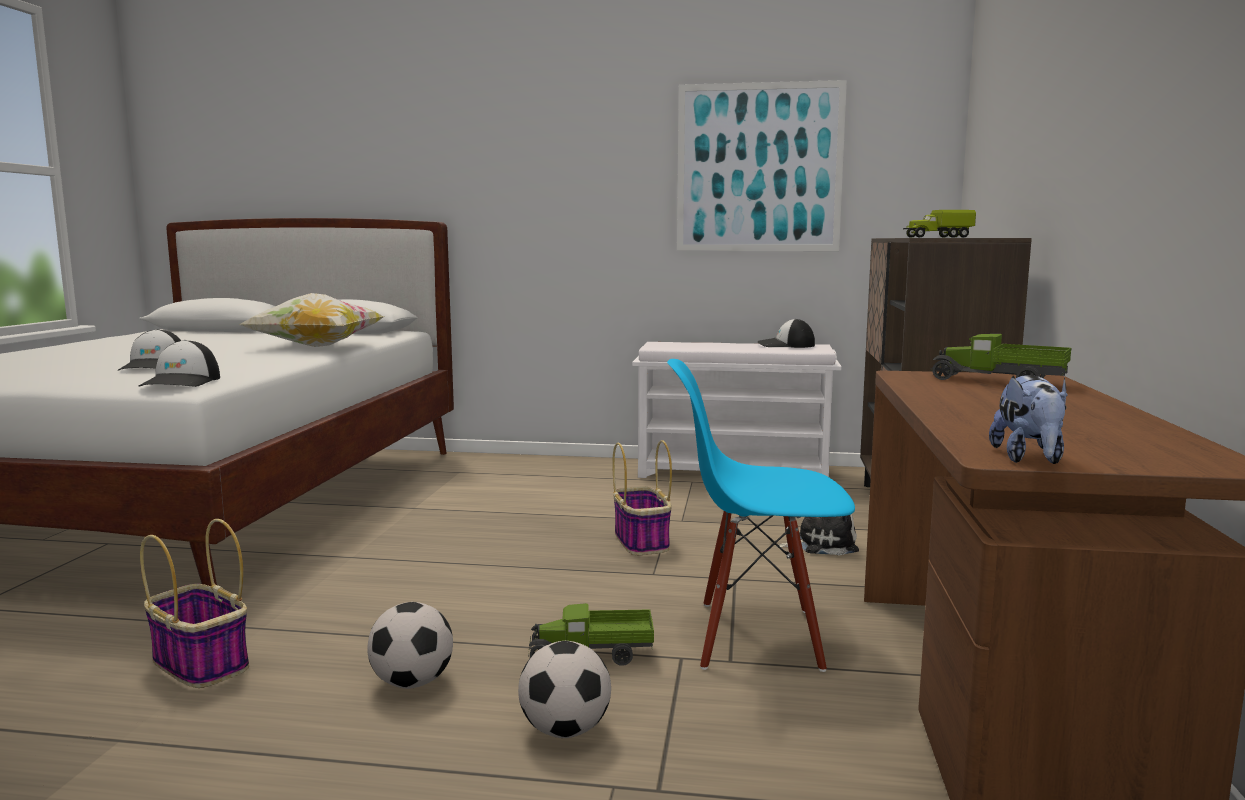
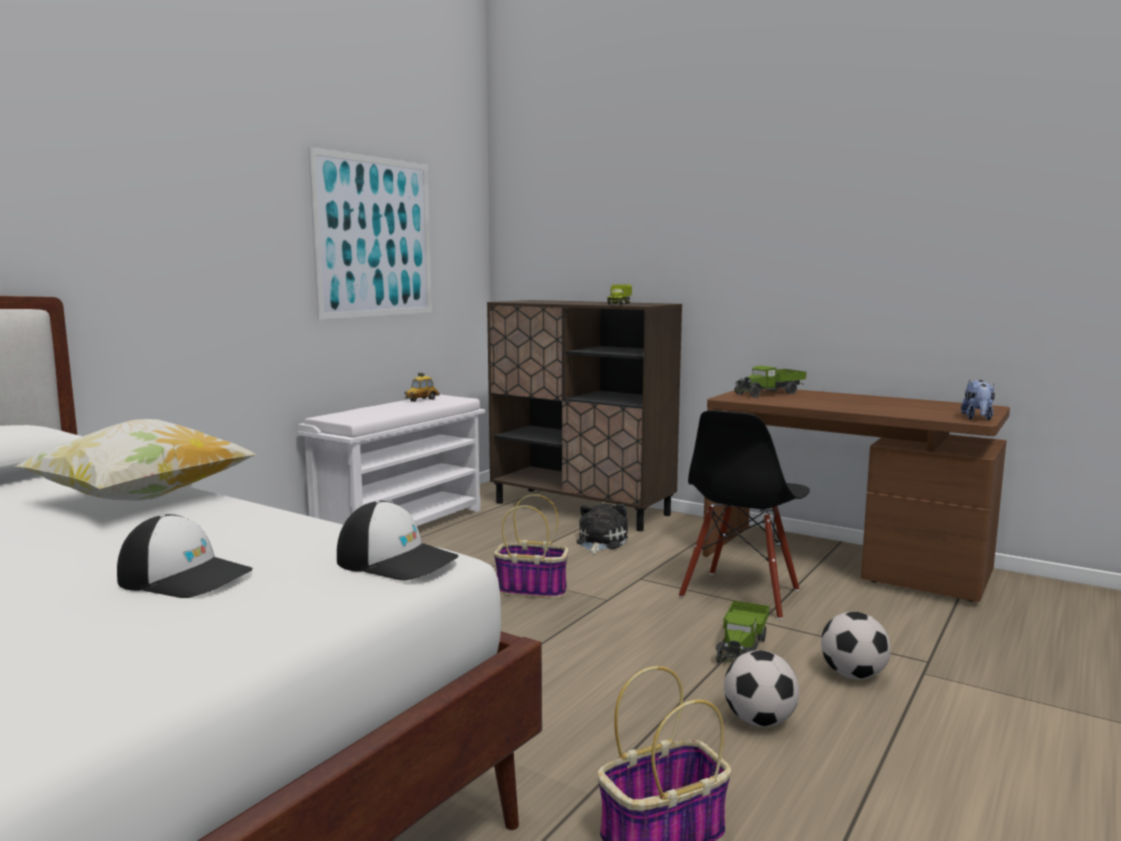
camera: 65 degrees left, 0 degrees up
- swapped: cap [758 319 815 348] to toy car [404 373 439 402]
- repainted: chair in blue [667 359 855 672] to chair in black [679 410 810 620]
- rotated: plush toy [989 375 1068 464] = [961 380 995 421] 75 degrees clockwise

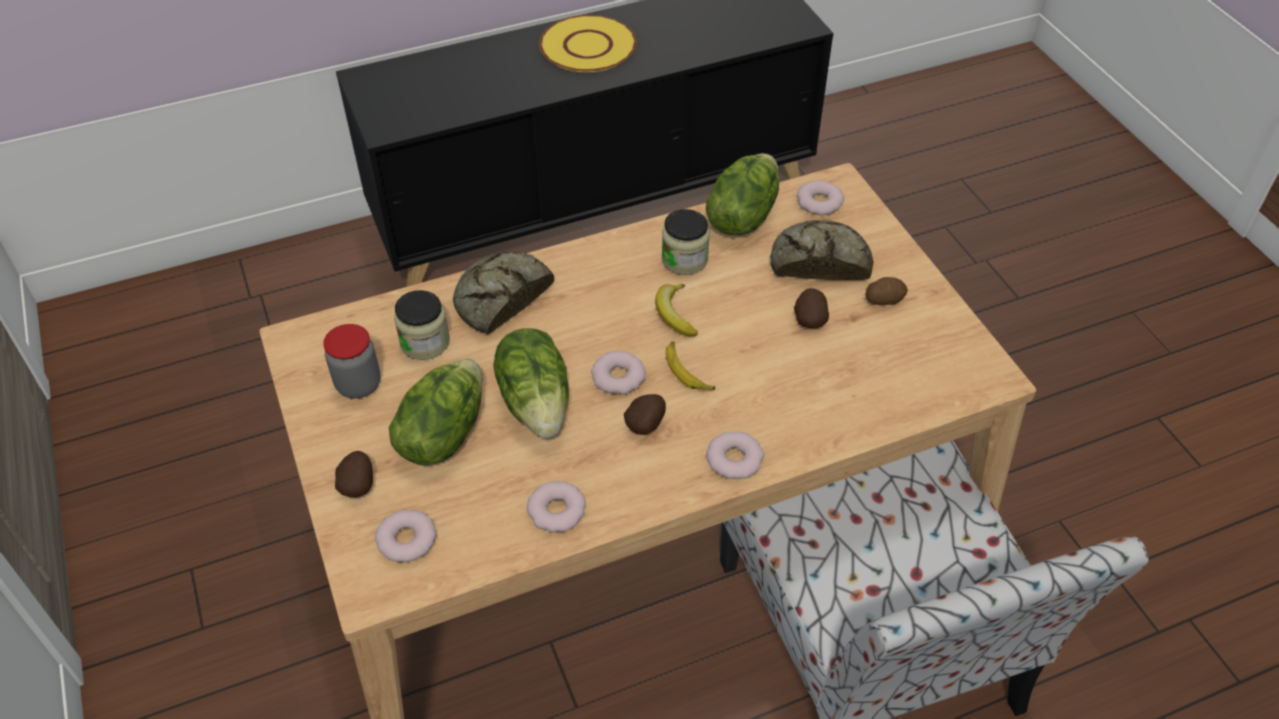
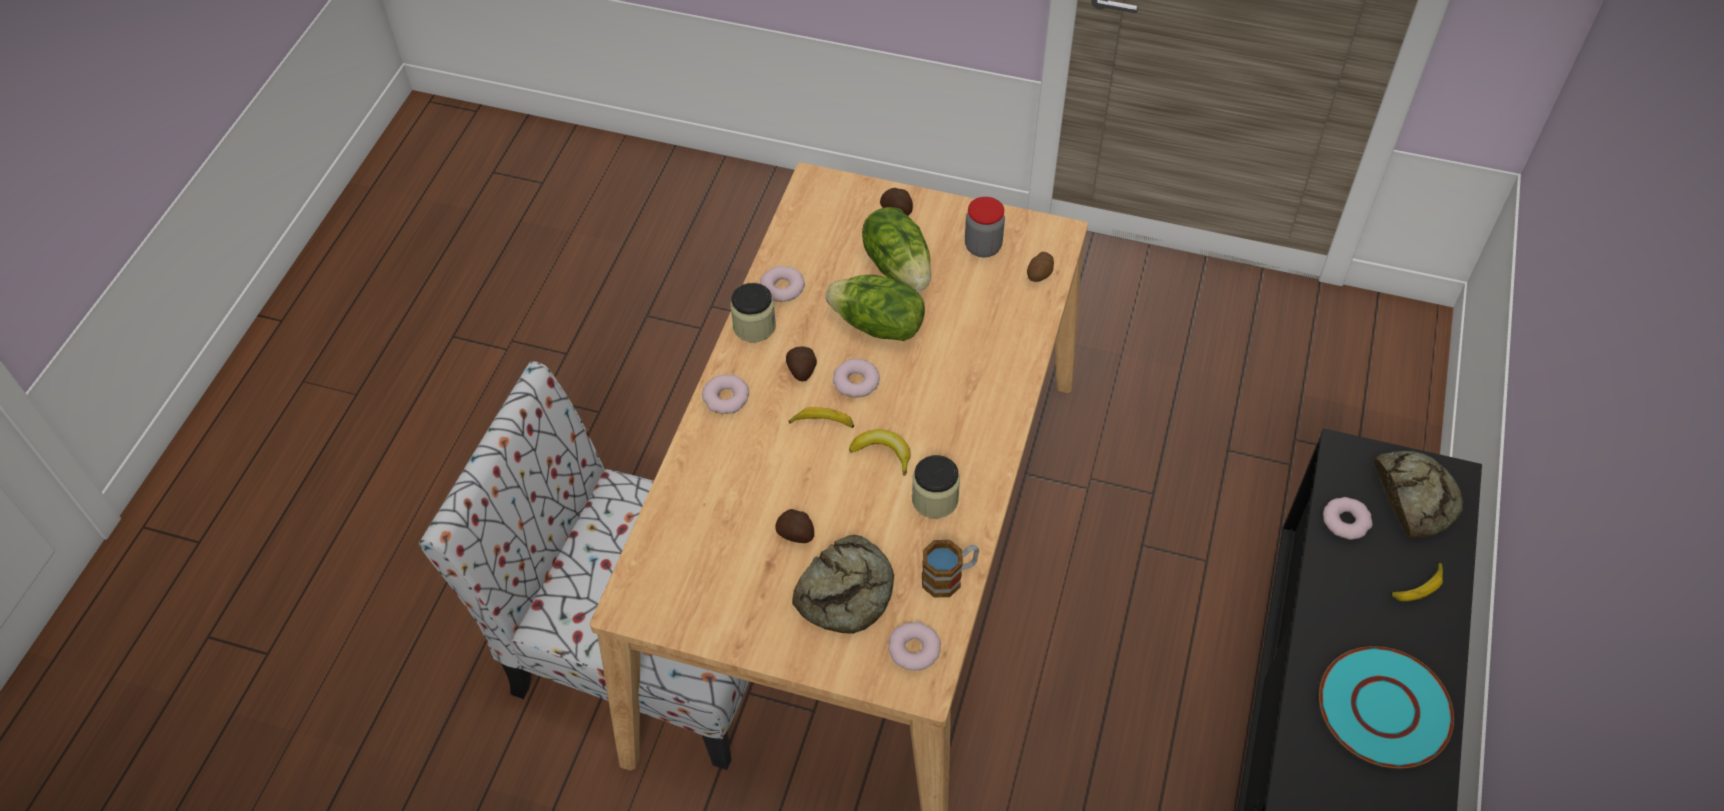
camera: 130 degrees right, 5 degrees up
- repainted: plate in yellow [539 15 637 73] to plate in turquoise [1319 646 1454 768]
- swapped: lettuce [706 153 779 236] to mug [922 540 979 597]
- shifted: bread [453 252 554 334] to [1374 451 1463 538]
- shifted: potato [865 277 908 305] to [1027 252 1054 282]
- shifted: jar [394 290 450 360] to [731 283 776 342]
- shifted: donut [375 510 436 562] to [1323 497 1373 540]
- new: banana [1391 562 1443 601]

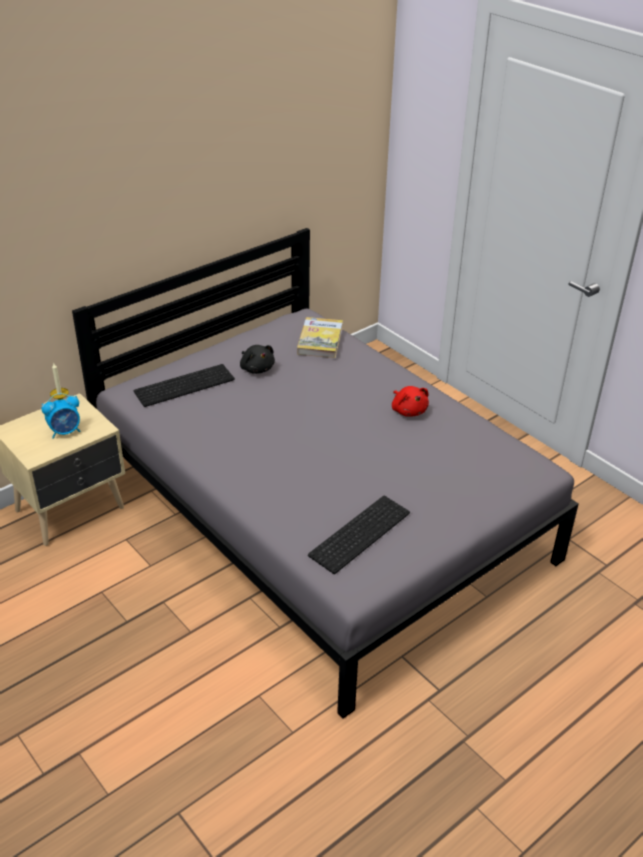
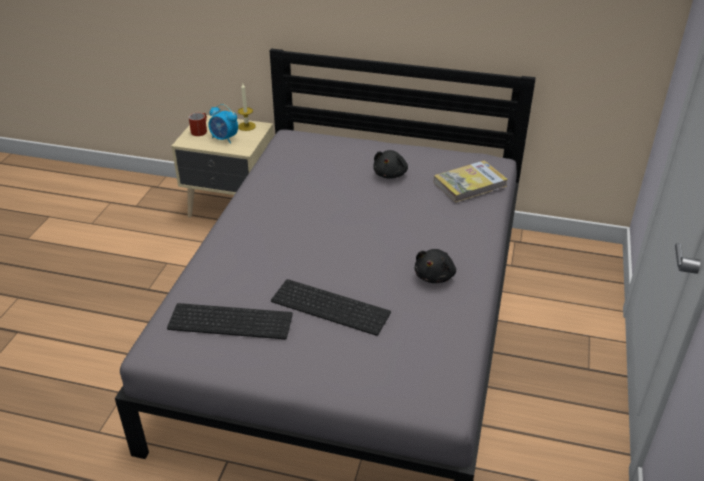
camera: 55 degrees right, 0 degrees up
- shifted: keyboard [133 364 235 407] to [271 279 391 336]
- repainted: plush toy in red [392 386 429 417] to plush toy in black [414 249 456 283]
- new: mug in red [189 113 207 136]

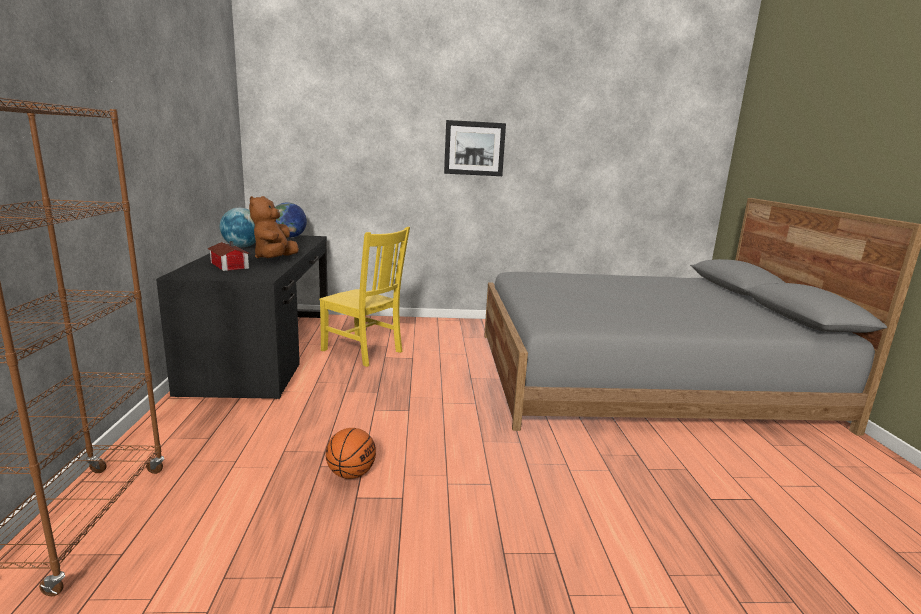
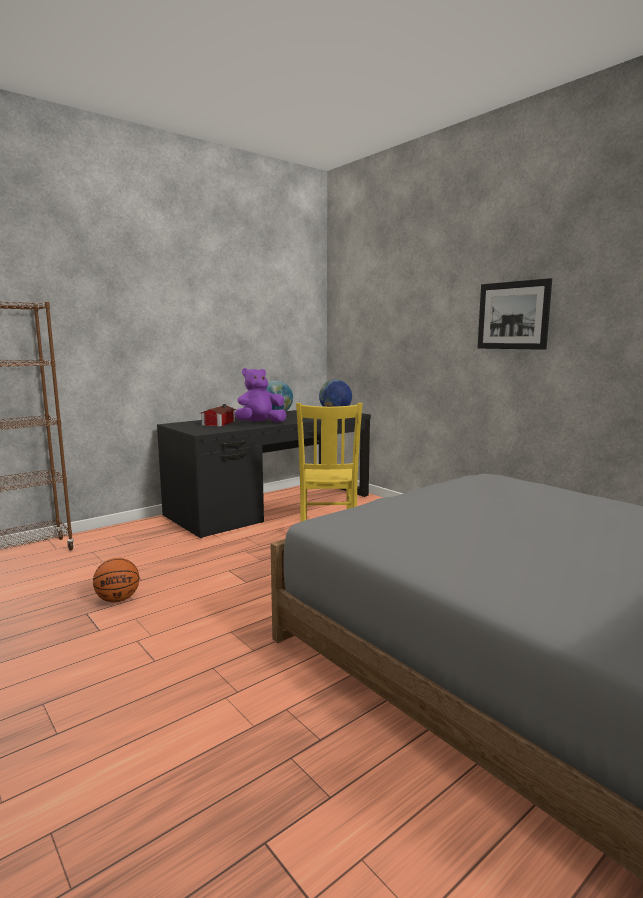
camera: 55 degrees right, 5 degrees down
- repainted: plush toy in brown [249 196 299 258] to plush toy in purple [235 368 286 423]

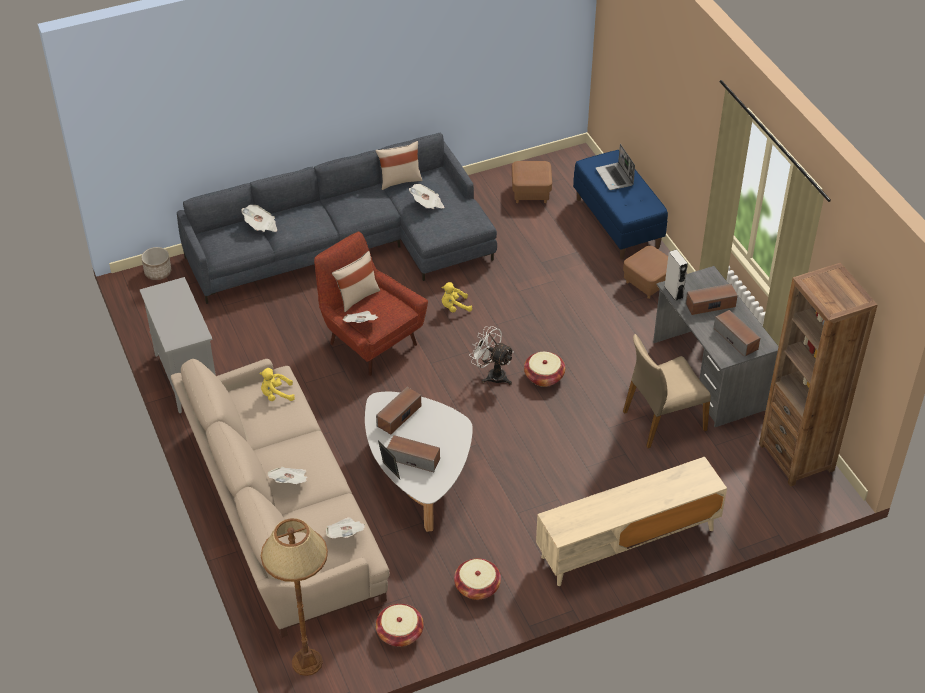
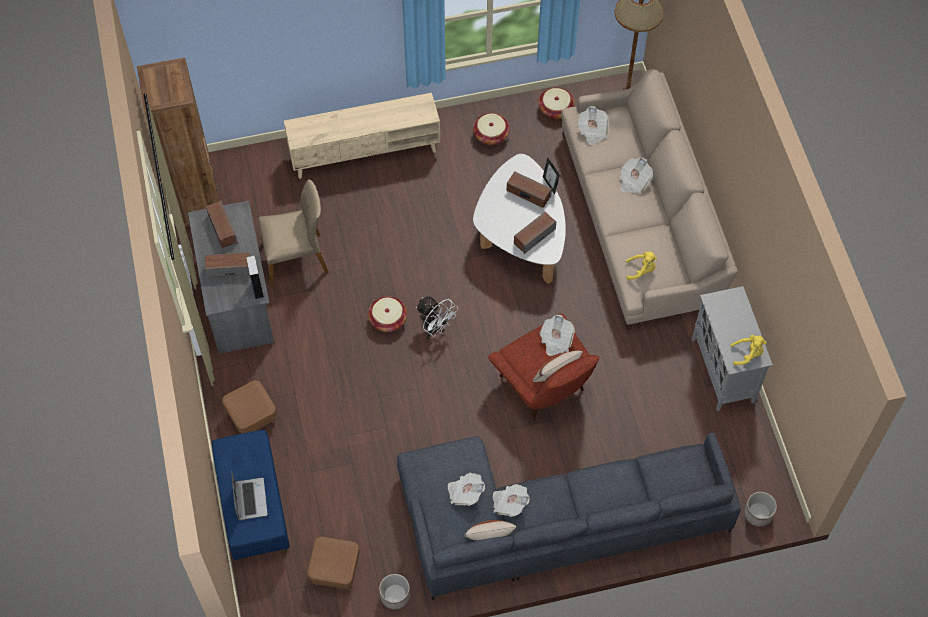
camera: 170 degrees left, 15 degrees up
- shifted: newspaper [241 205 277 232] to [493 484 530 517]
- shifted: plush toy in yellow [441 282 472 312] to [730 335 767 366]
- new: planter [379 574 410 610]

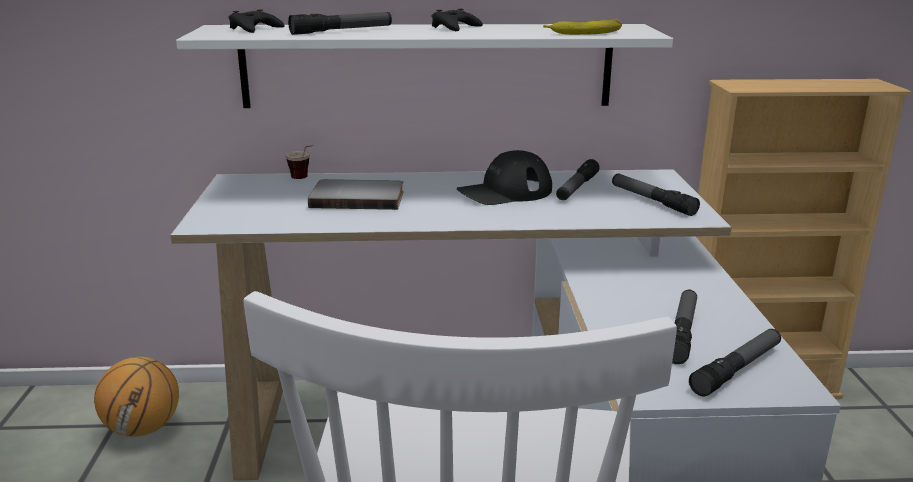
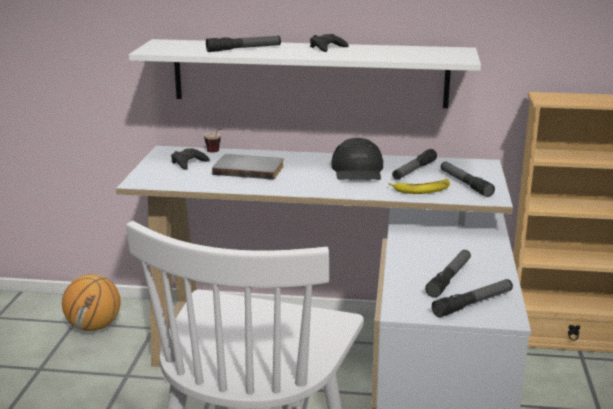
camera: 10 degrees right, 0 degrees up
- shifted: game controller in black [228 10 285 33] to [171 148 210 170]
- shifted: banana [543 19 622 35] to [389 179 450 194]
- rotated: cap in black [457 150 552 205] = [332 138 384 180] 75 degrees counterclockwise

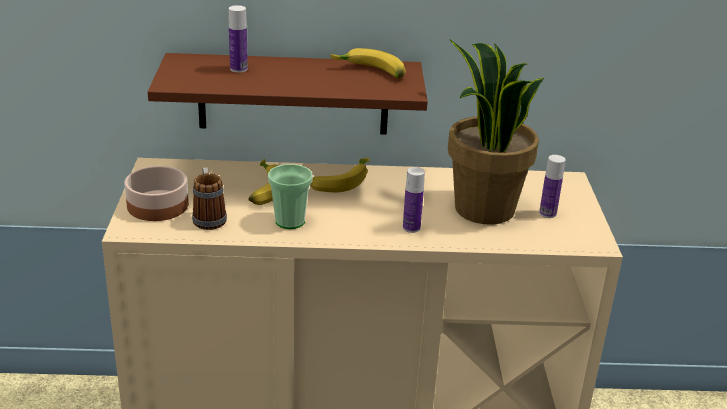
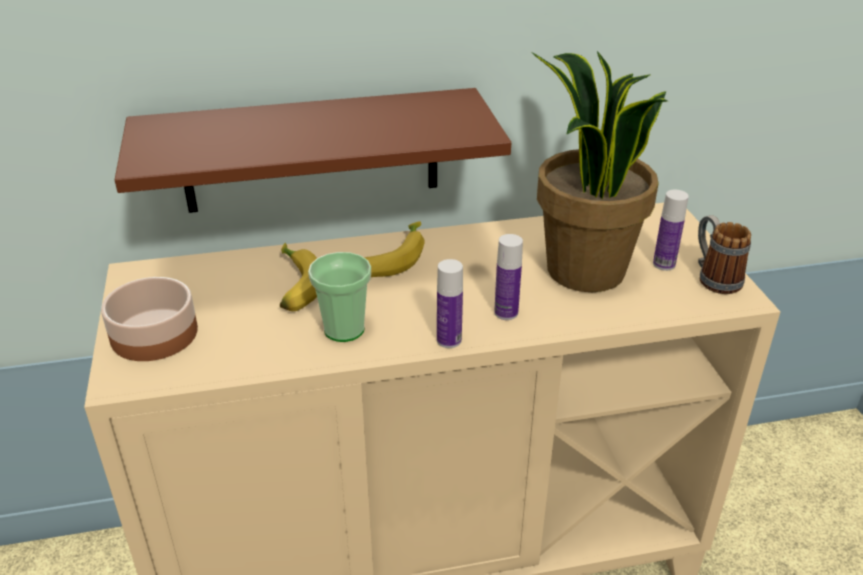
camera: 10 degrees left, 5 degrees up
- shifted: bottle [229 5 248 73] to [437 259 463 348]
- gone: banana [330 48 406 79]
- shifted: mug [192 167 227 230] to [698 215 751 294]

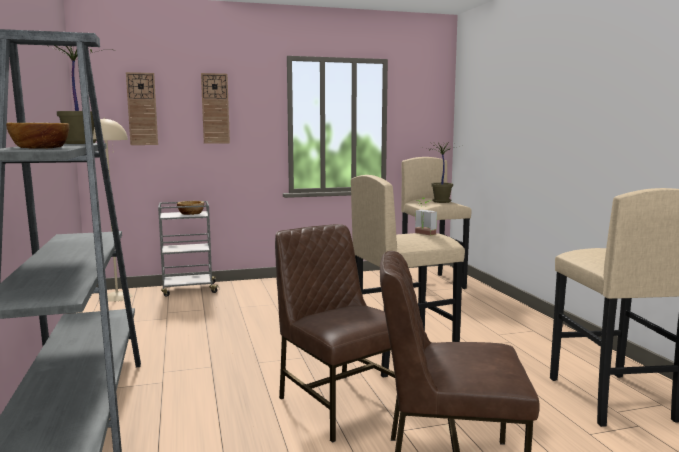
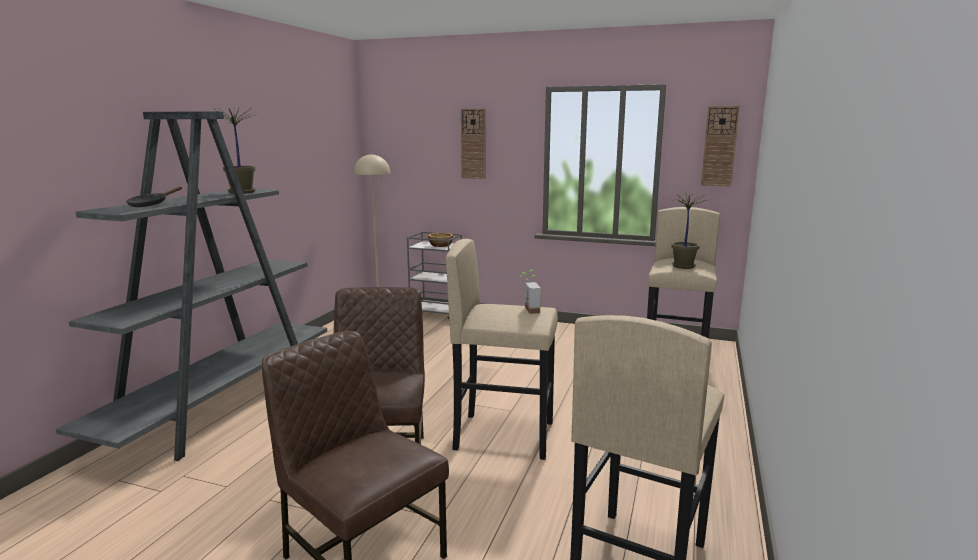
camera: 35 degrees right, 5 degrees up
- shifted: wall clock [126 72 158 145] to [701 106 740 187]
- swapped: bowl [6 123 69 149] to frying pan in black [126 187 182 207]

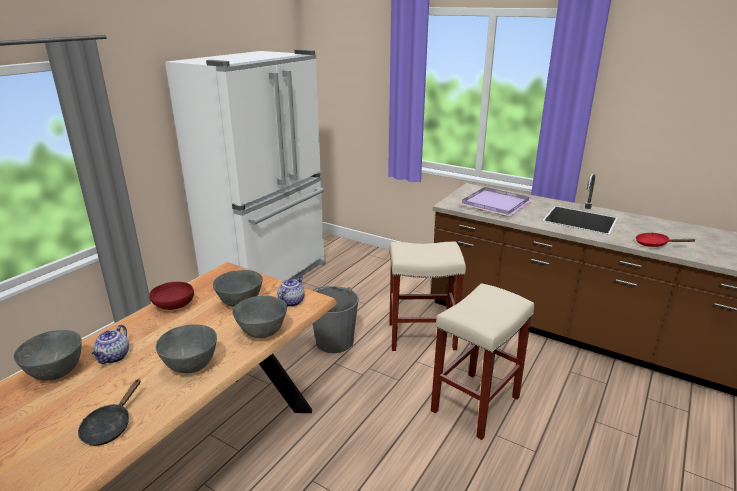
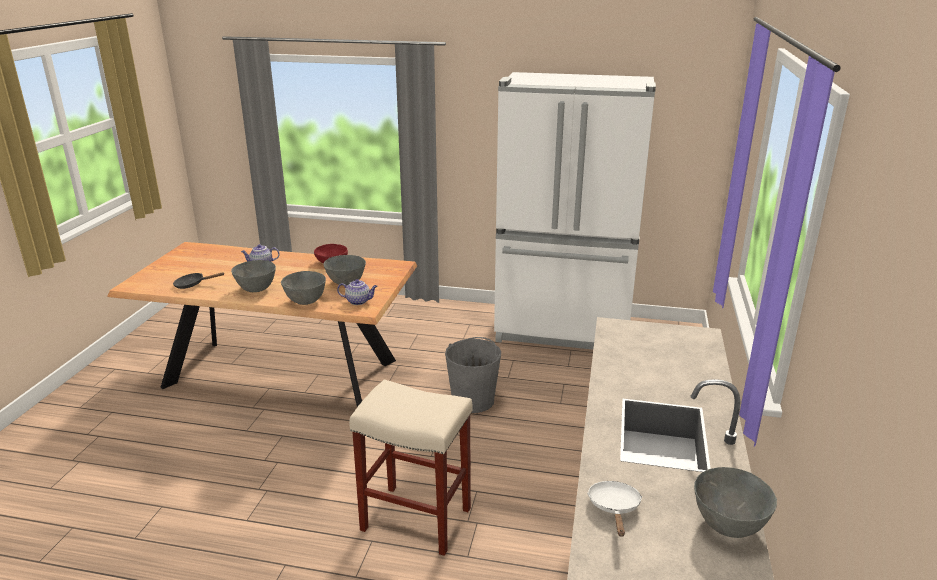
camera: 70 degrees right, 0 degrees up
- gone: tray in purple [457 187 533 217]
- repainted: frying pan in red [636 233 696 247] to frying pan in white [587 481 642 537]
- gone: stool in beige [389 242 466 351]
- shifted: bowl in grey [13 330 82 381] to [694 467 777 538]

